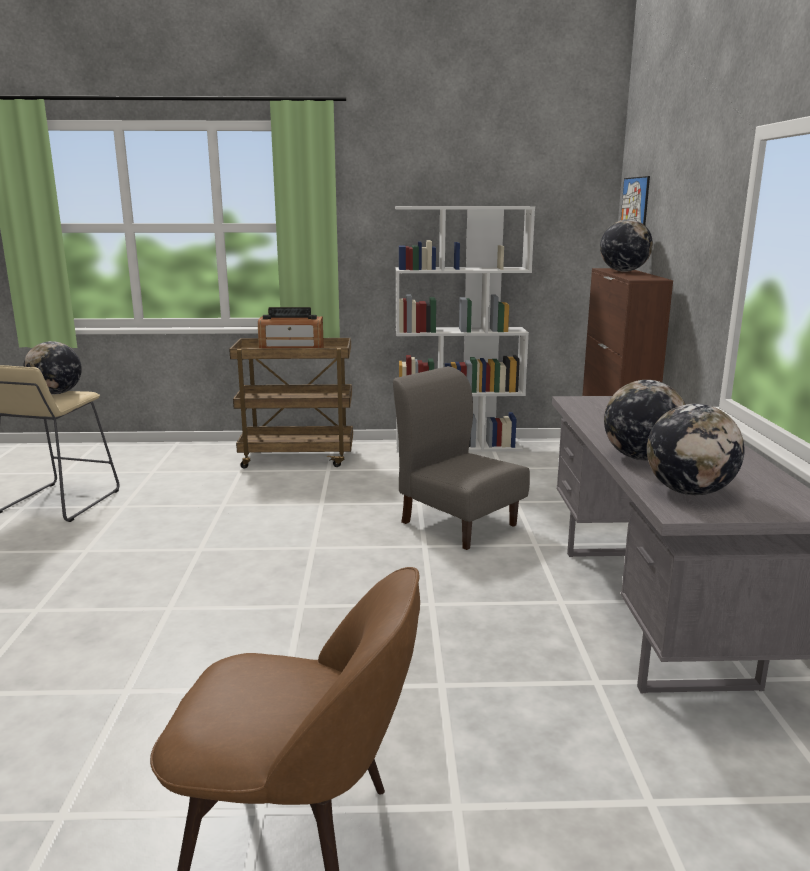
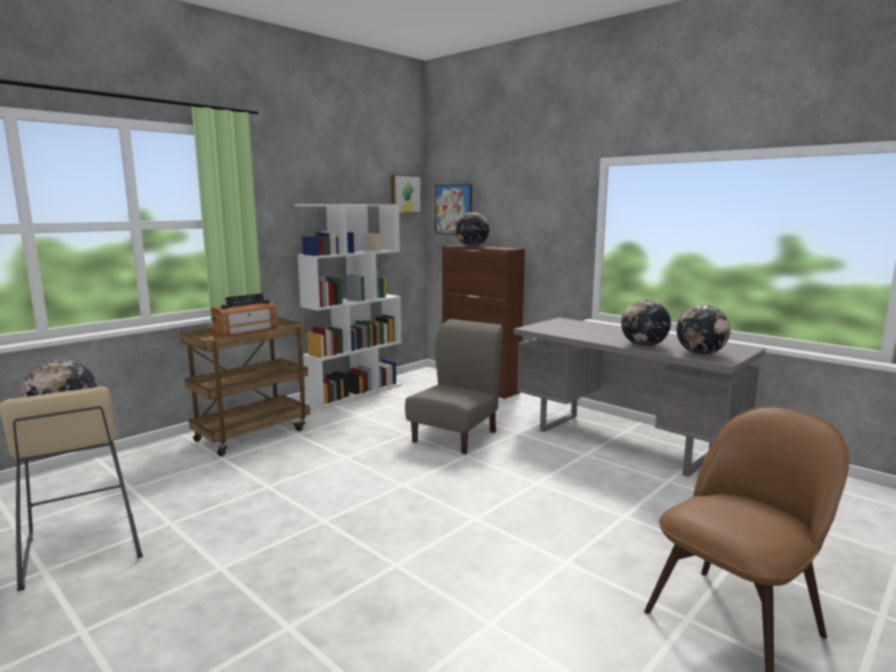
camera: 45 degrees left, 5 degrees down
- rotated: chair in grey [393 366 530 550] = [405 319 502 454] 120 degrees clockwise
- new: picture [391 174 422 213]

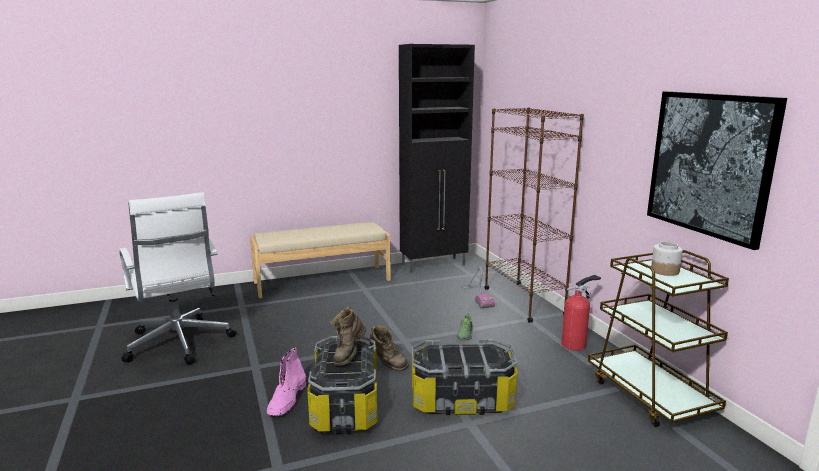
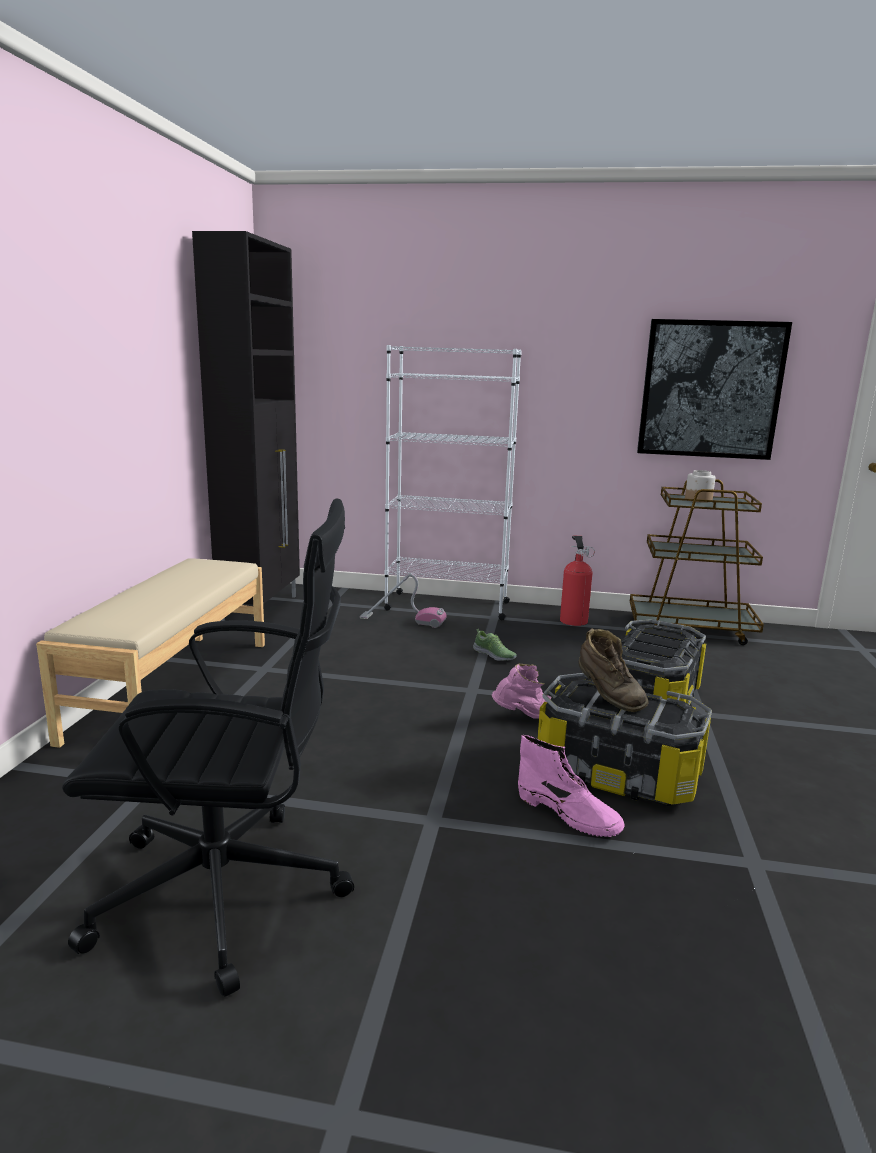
camera: 60 degrees left, 0 degrees up
- repainted: bookcase in brown [484 107 584 323] to bookcase in white [384 345 522 620]
- repainted: office chair in white [119 192 236 365] to office chair in black [62 499 354 997]
- repainted: boot in brown [370 326 409 371] to boot in pink [492 664 551 719]

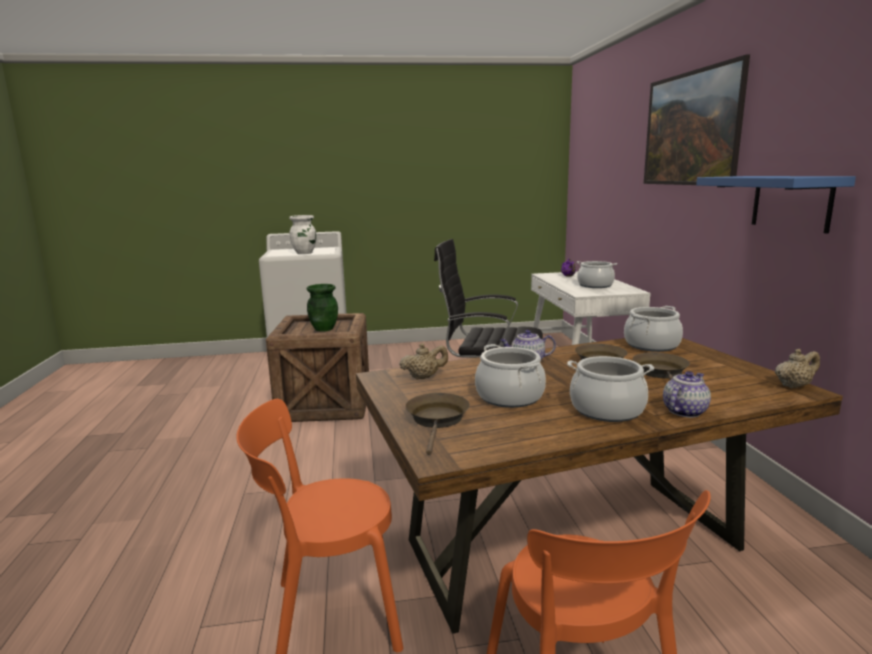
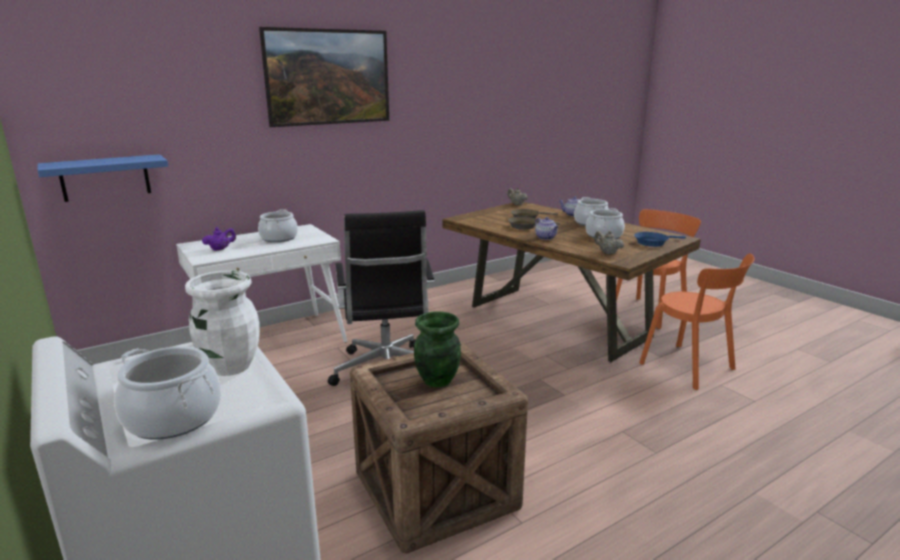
camera: 115 degrees left, 5 degrees up
- shifted: shelf in blue [696 176 856 234] to [38 154 168 202]
- shifted: cooking pot [624 306 683 352] to [114 346 221 440]
- repainted: frying pan in brown [405 393 470 455] to frying pan in blue [634 232 686 247]

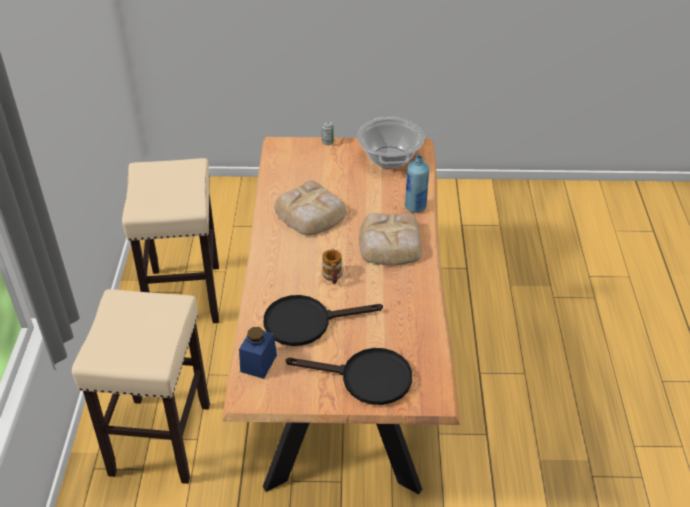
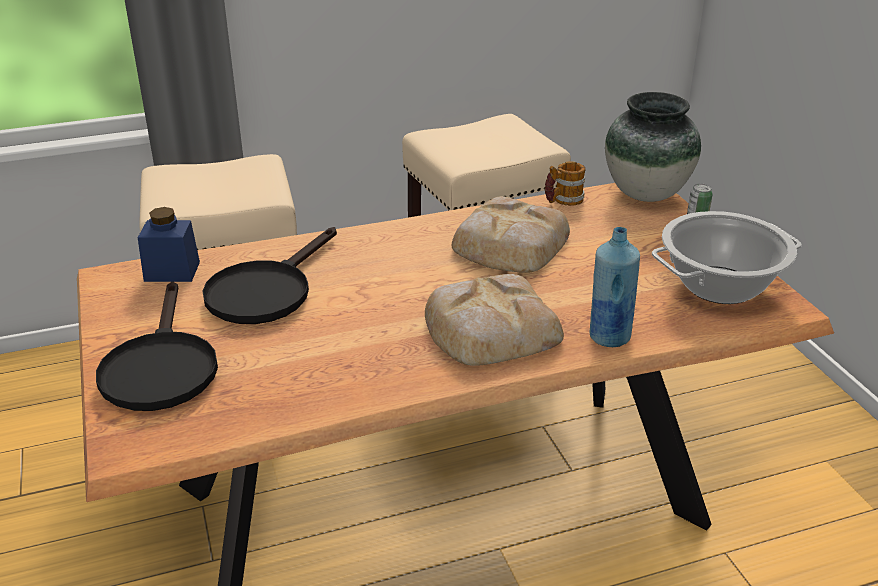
camera: 70 degrees right, 10 degrees down
- shifted: mug [322 249 343 284] to [545 161 586 206]
- rotated: frying pan in black [264 295 383 346] = [202 227 337 324] 120 degrees counterclockwise
- new: vase [605 92 701 202]

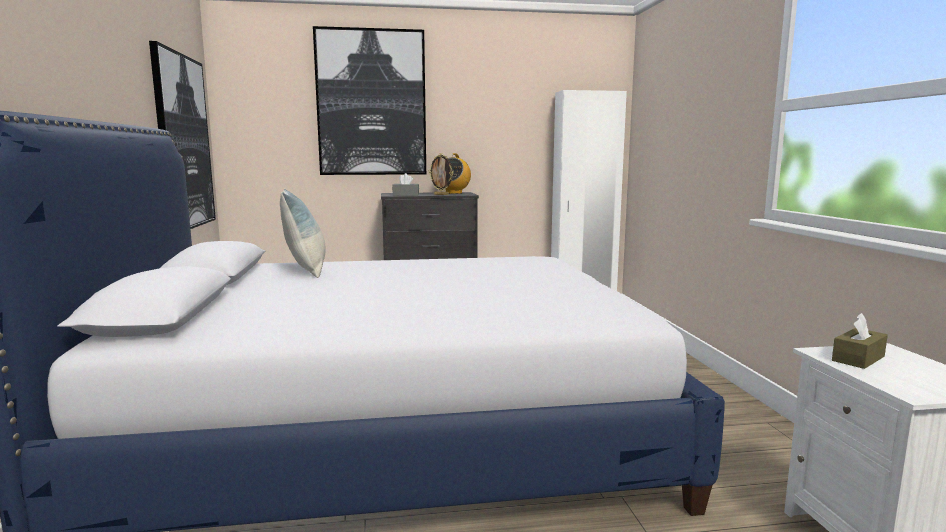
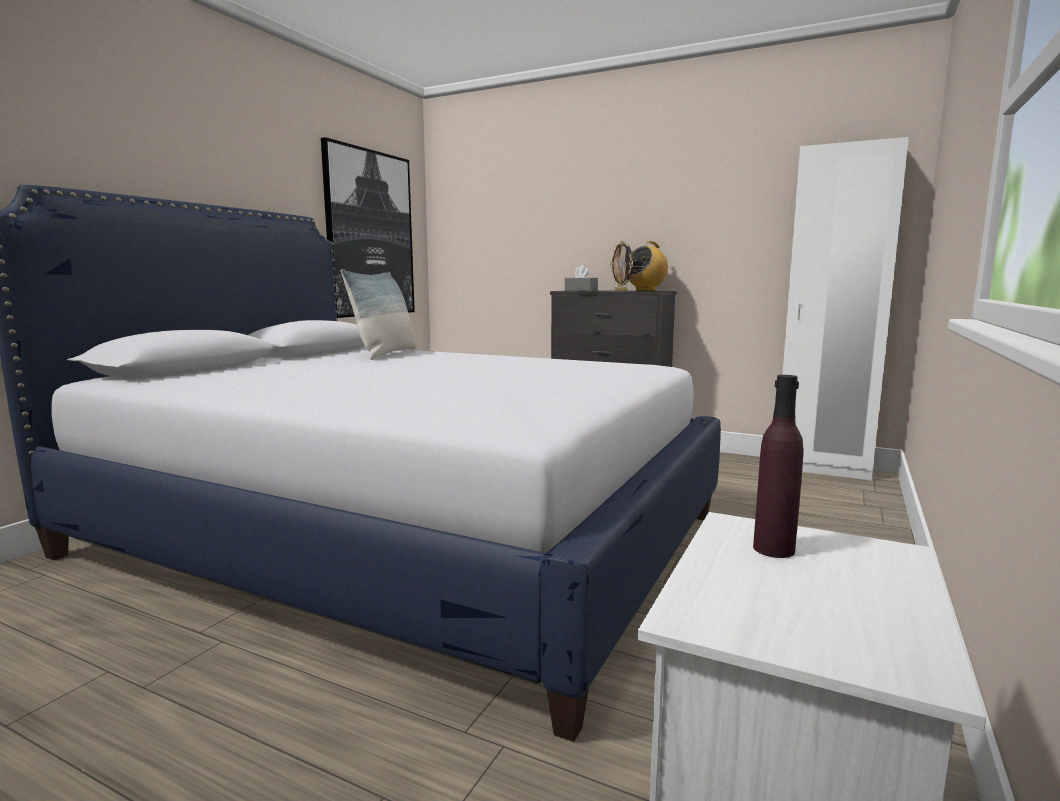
camera: 35 degrees right, 0 degrees up
- gone: picture [313 26 426 175]
- swapped: tissue box in brown [832 313 888 369] to bottle in purple [753 375 803 558]

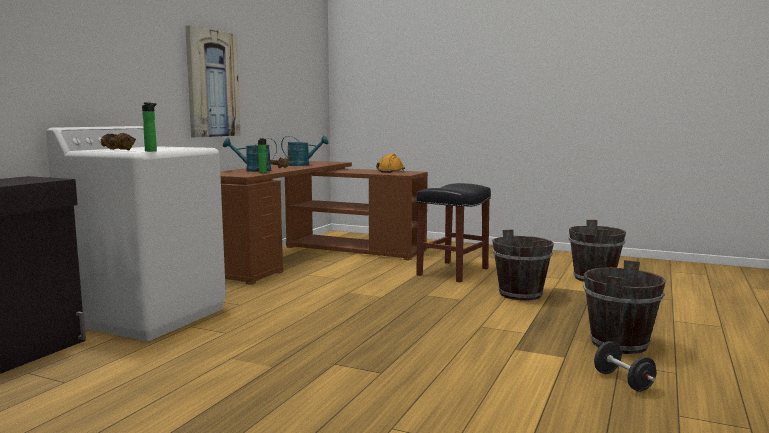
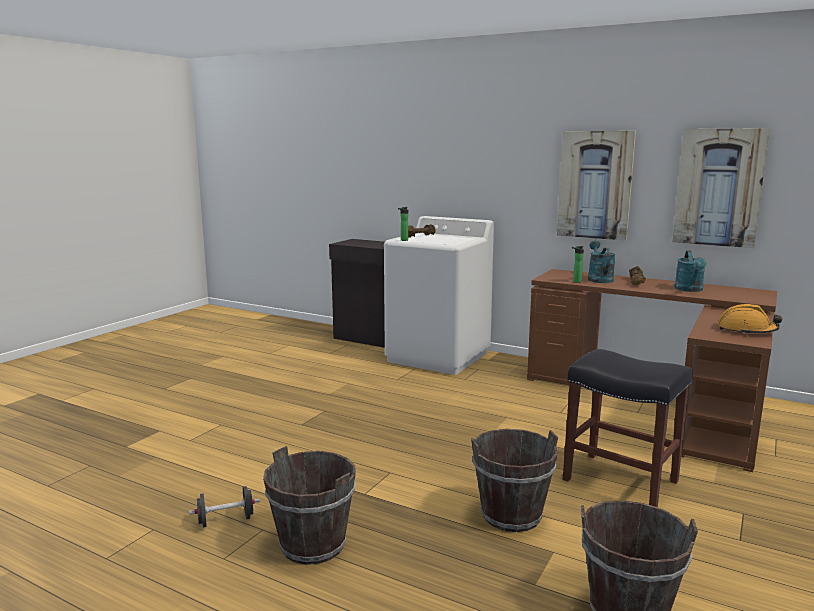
camera: 95 degrees right, 5 degrees up
- new: picture [672 128 770 248]

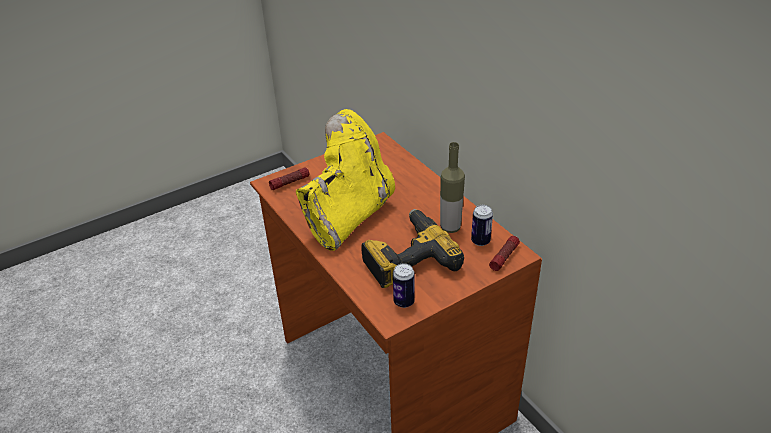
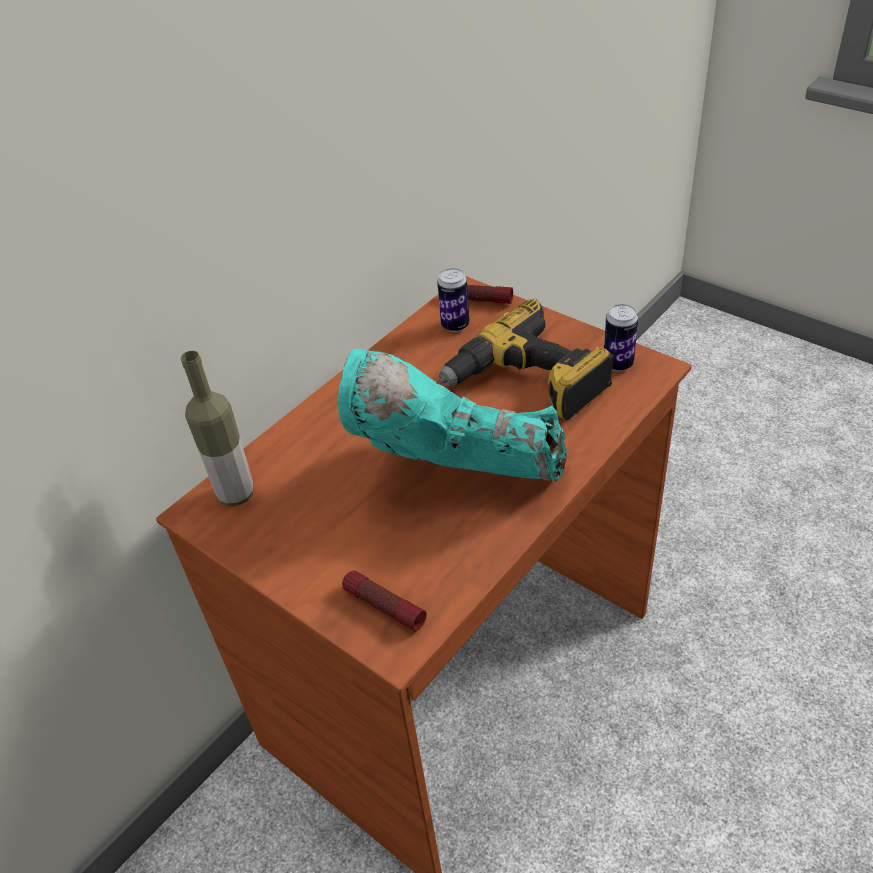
camera: 105 degrees left, 5 degrees up
- repainted: boot in yellow [296 109 395 251] to boot in turquoise [338 349 567 481]
- shifted: bottle [440 142 465 233] to [181 351 254 506]

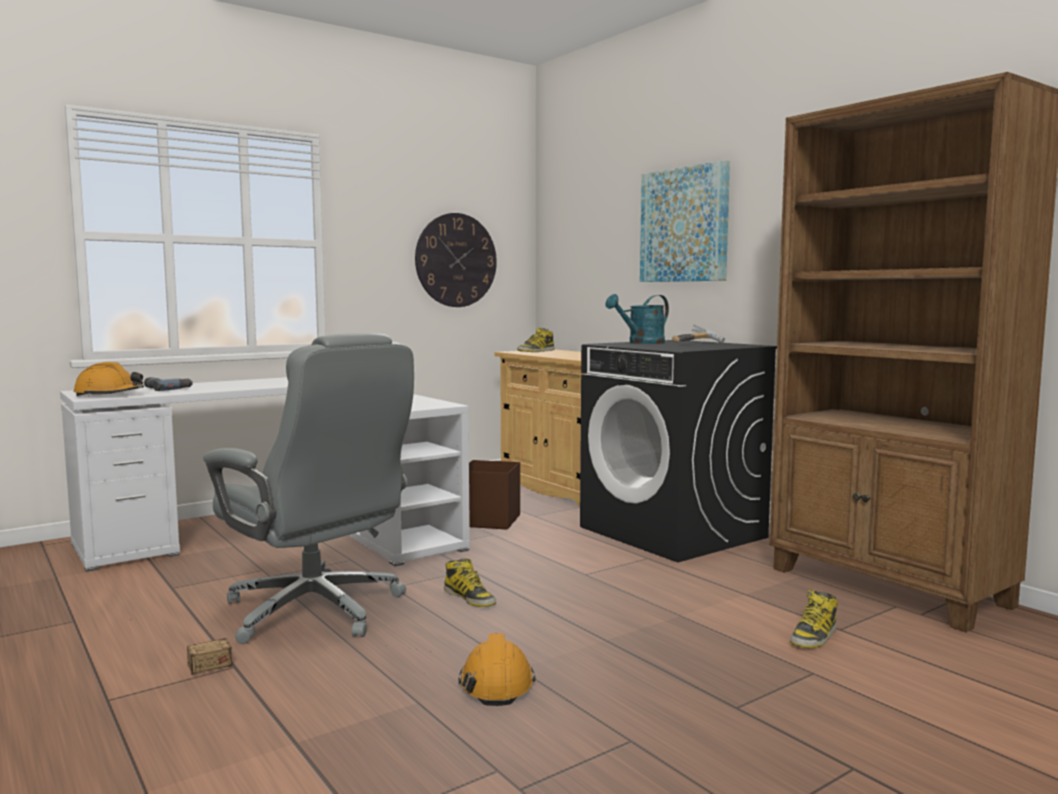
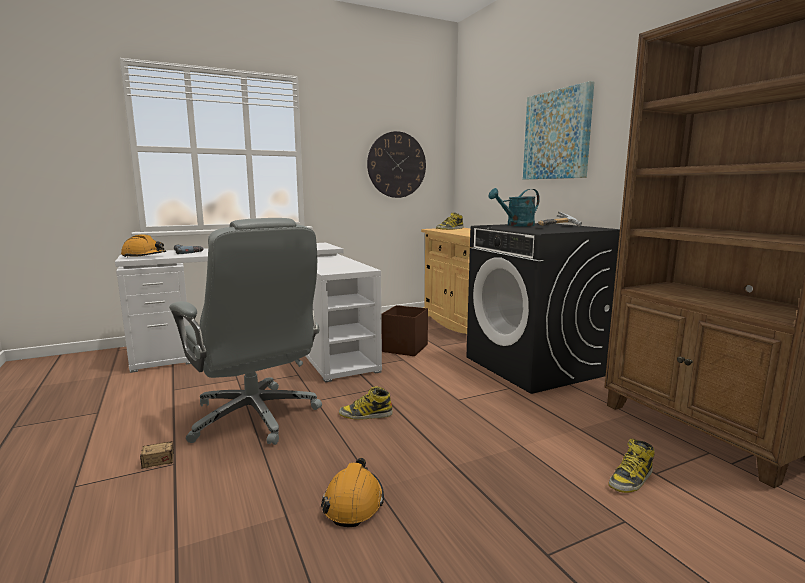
camera: 10 degrees right, 5 degrees up
- rotated: boot [444 558 496 607] = [339 386 393 420] 120 degrees clockwise

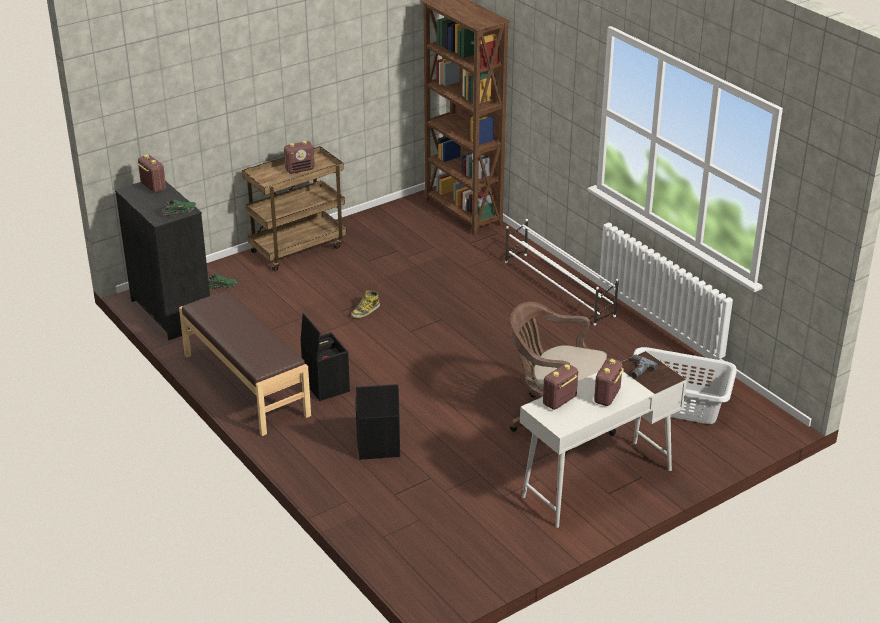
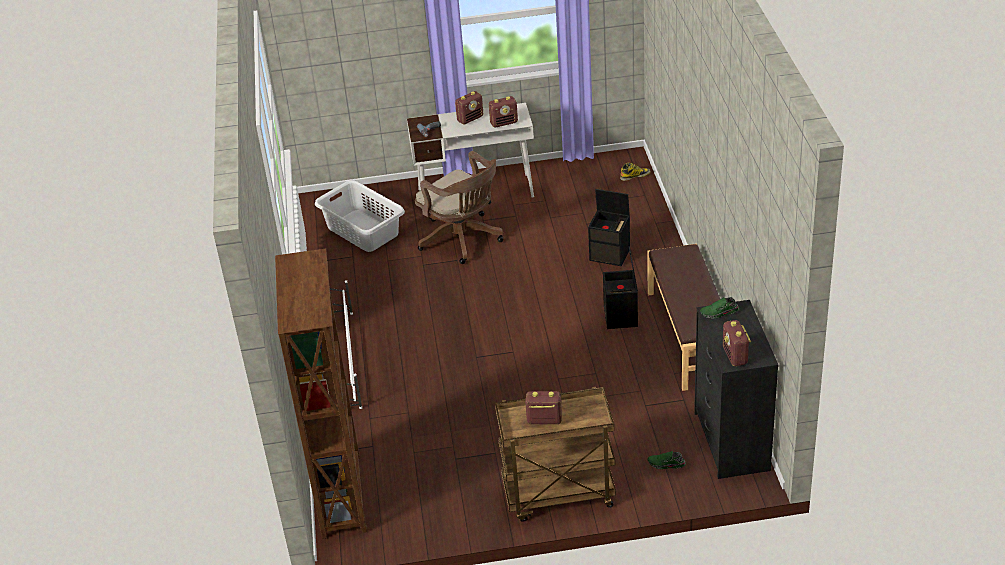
camera: 150 degrees left, 5 degrees up
- shifted: boot [351 290 380 318] to [620 162 651 181]

